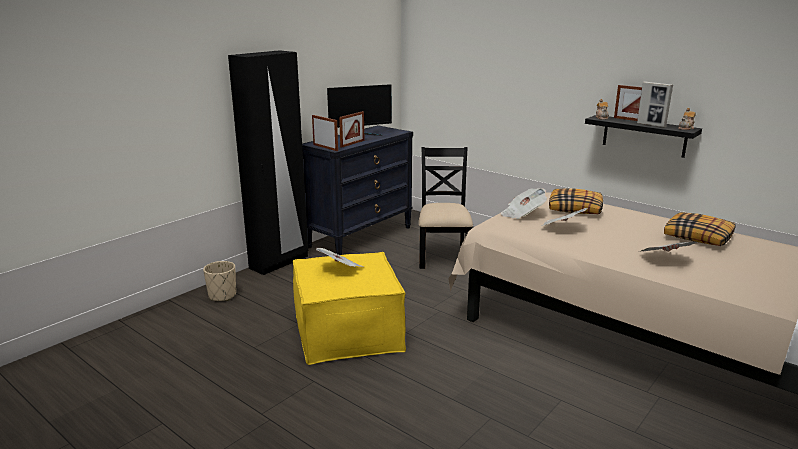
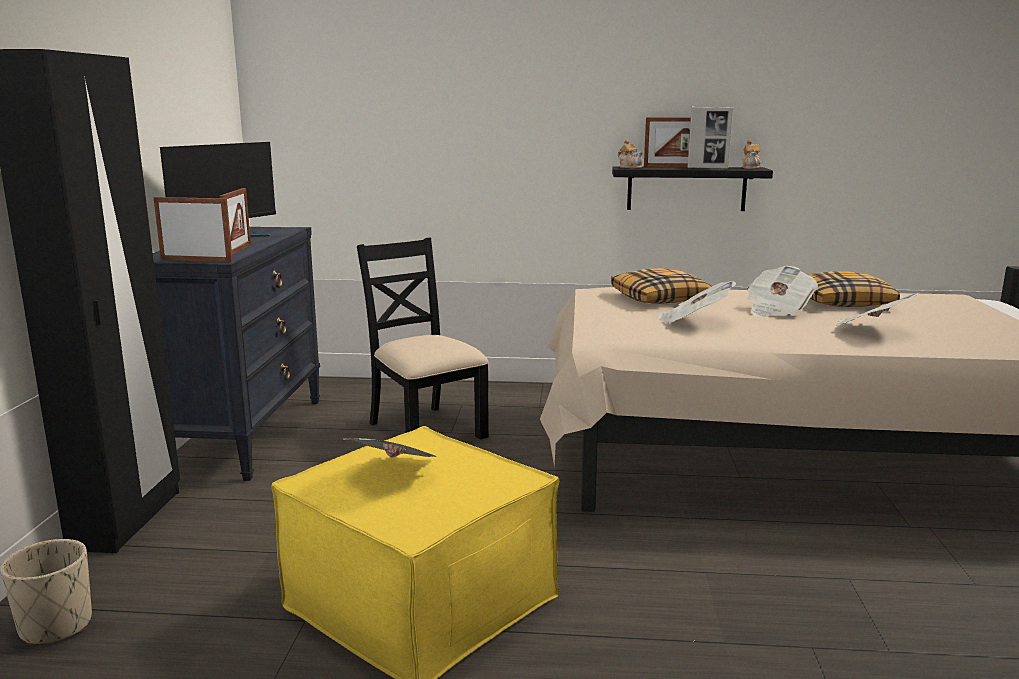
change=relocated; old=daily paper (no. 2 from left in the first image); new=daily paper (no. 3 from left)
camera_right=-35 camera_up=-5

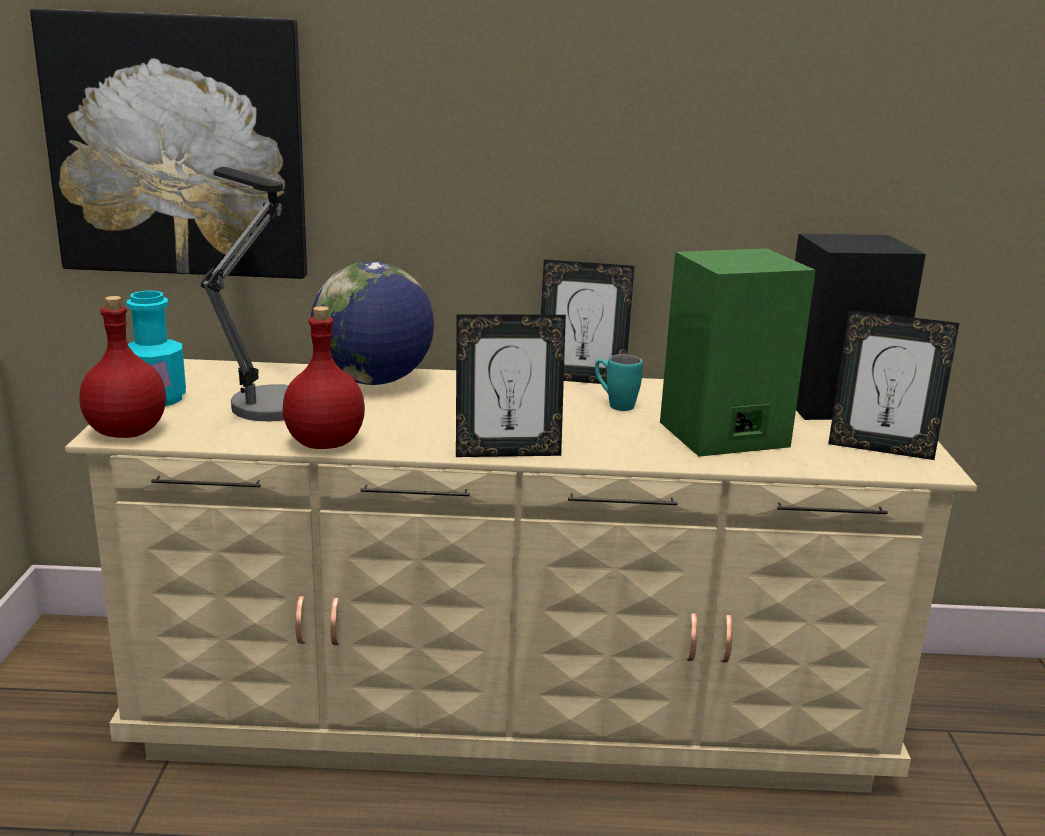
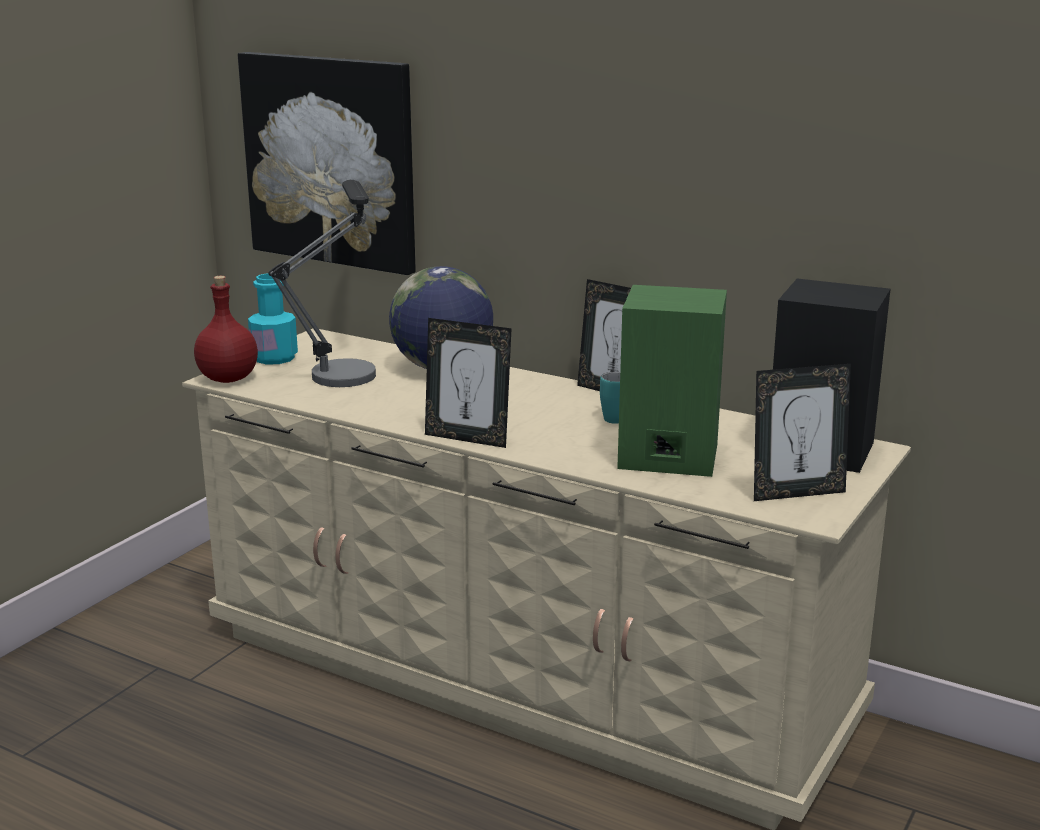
change=spun; old=standing frame (no. 3 from left); degrees=-60
change=missing; old=red-coloured bottle (no. 2 from left)
camera_right=30 camera_up=0

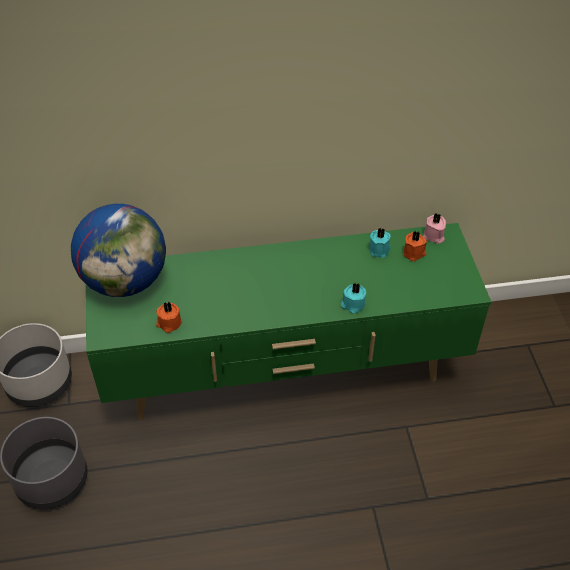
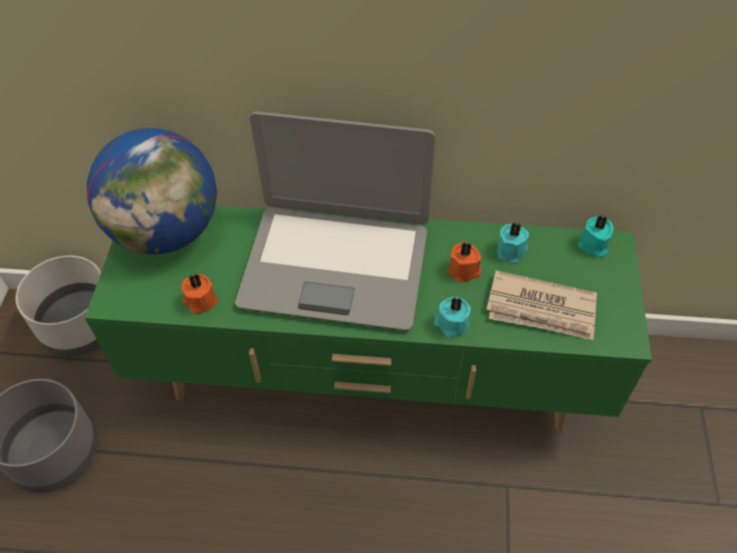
change=appeared; new=laptop
change=relocated; old=orange-coloured wax candle (no. 2 from left)
change=appeared; new=daily paper
change=colour; old=pink-coloured wax candle; new=turquoise-coloured wax candle (no. 3 from left)
camera_right=15 camera_up=5

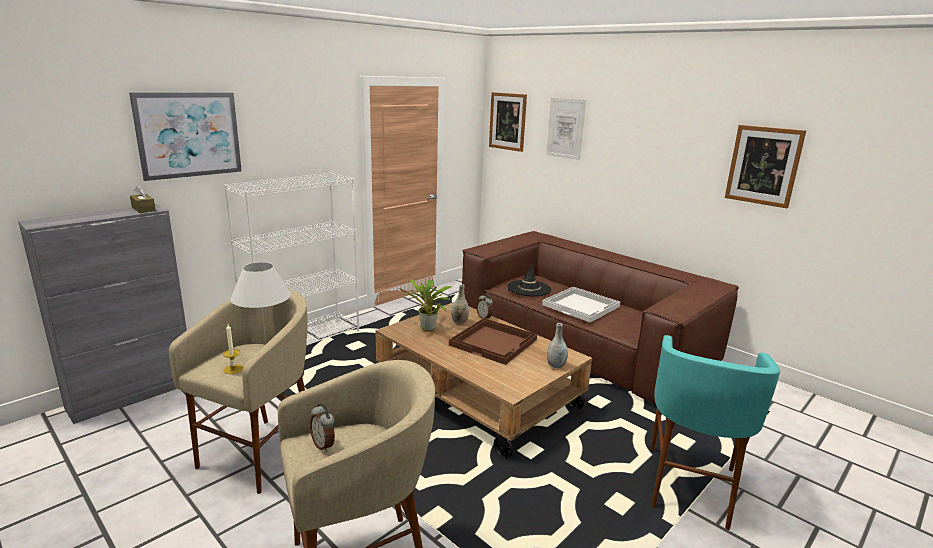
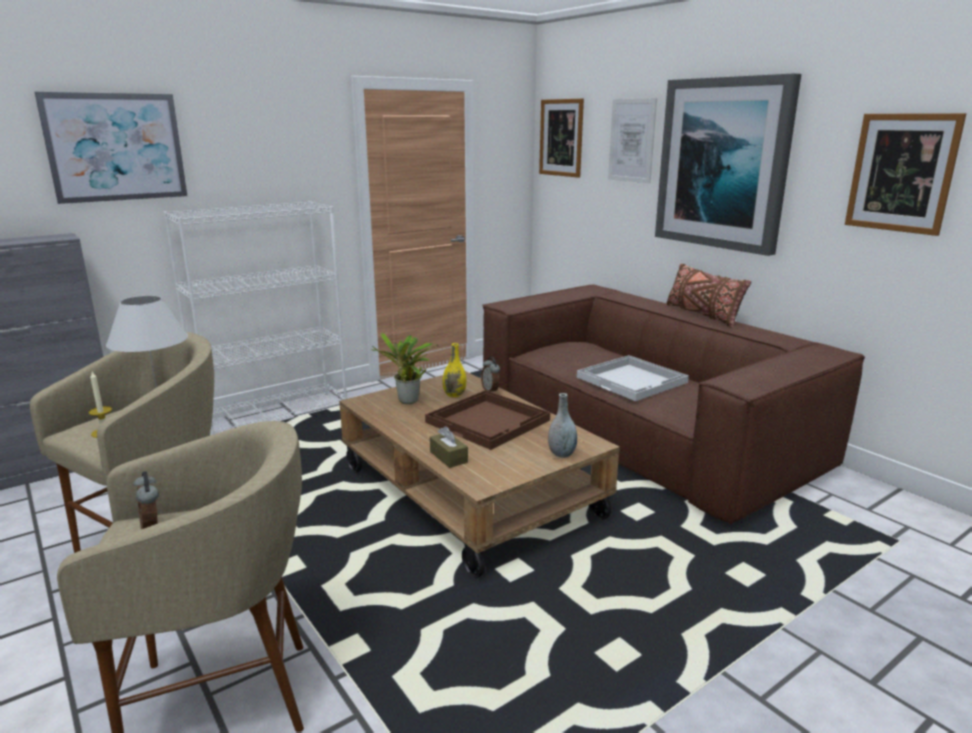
change=relocated; old=brownish box of tissues
change=colour; old=greyish flower vase (no. 1 from left); new=yellowish flower vase
change=appeared; new=wall picture (no. 4 from left)
change=appeared; new=brownish throw pillow
change=missing; old=black hat
change=missing; old=turquoise-coloured stool
camera_right=10 camera_up=0

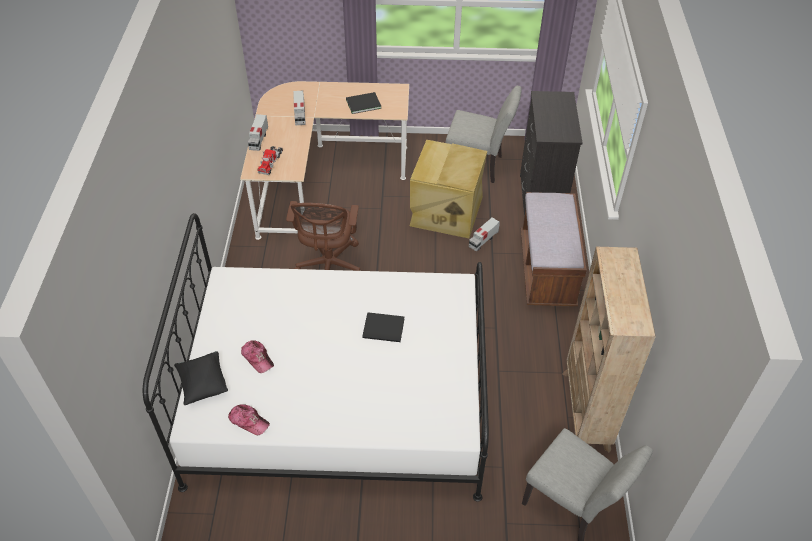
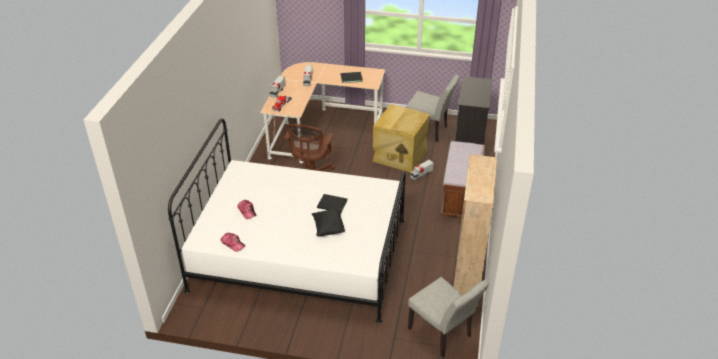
change=relocated; old=black throw pillow
camera_right=10 camera_up=-10

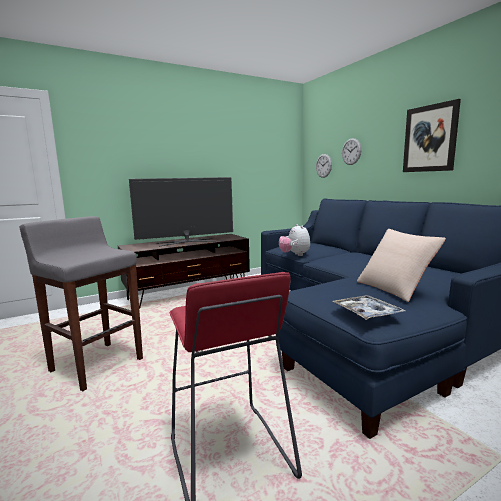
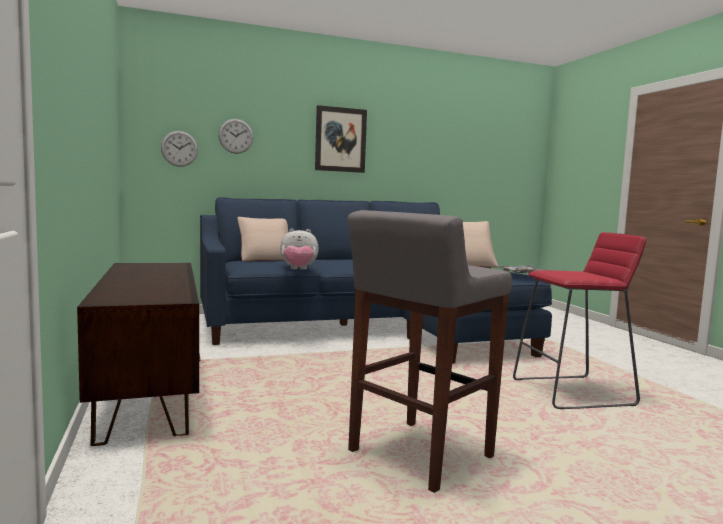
change=appeared; new=sand-coloured throw pillow (no. 1 from left)
change=missing; old=TV
camera_right=-80 camera_up=-5

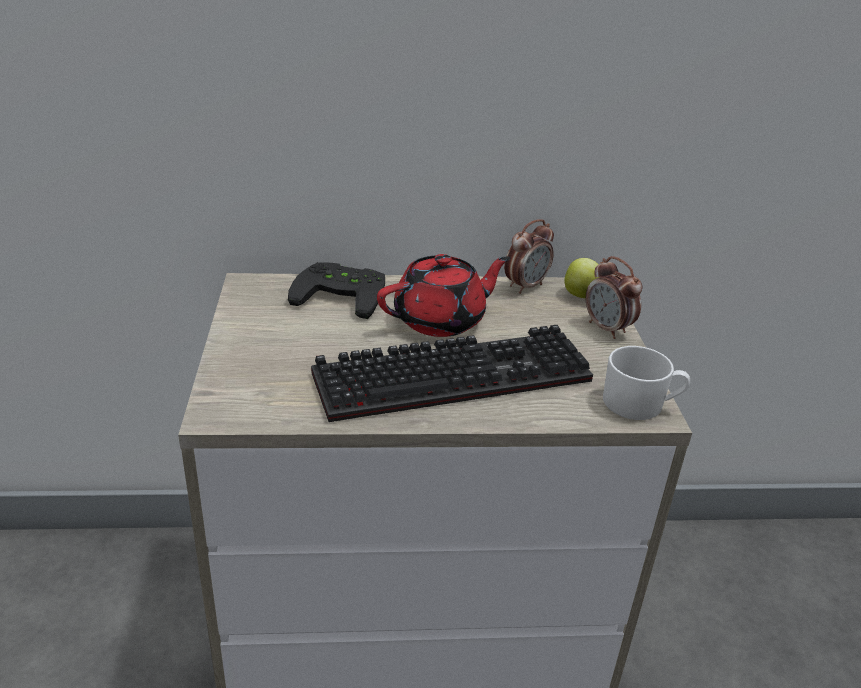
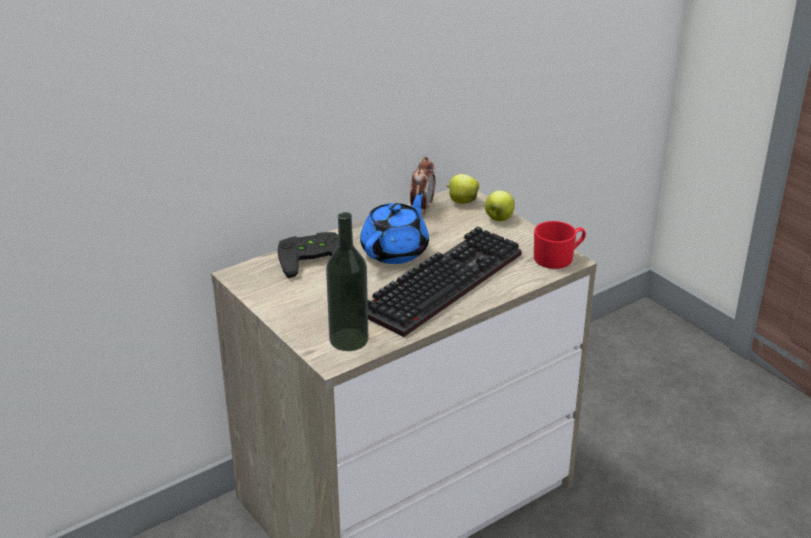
change=appeared; new=bottle
change=colour; old=red-coloured tea pot; new=blue-coloured tea pot
change=exchanged; old=alarm clock (no. 2 from left); new=apple fruit (no. 2 from left)
change=colour; old=whitish mug; new=red-coloured mug
camera_right=-30 camera_up=0

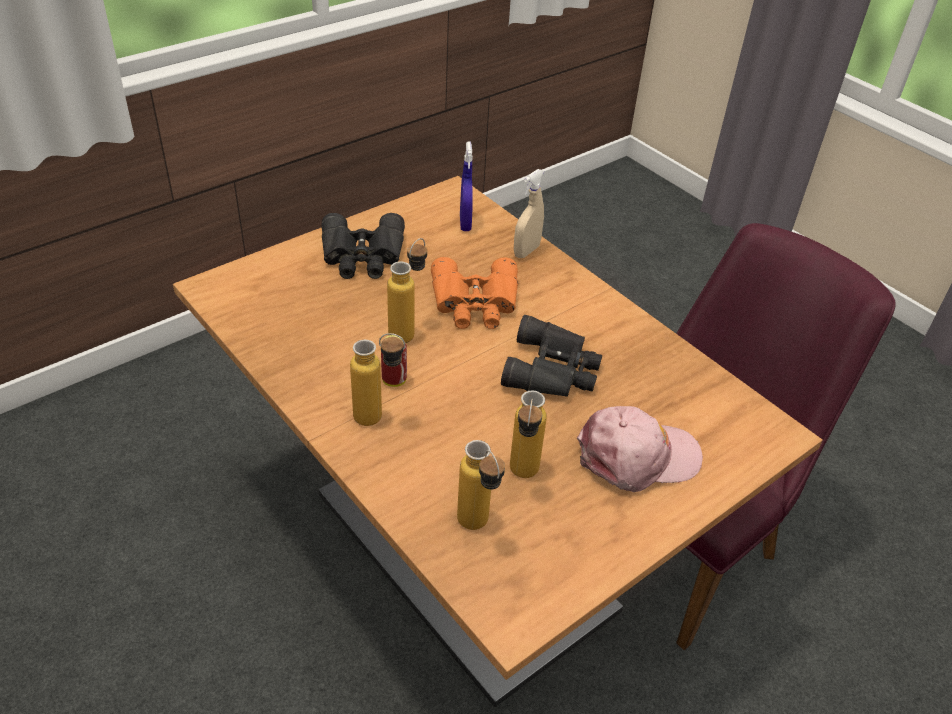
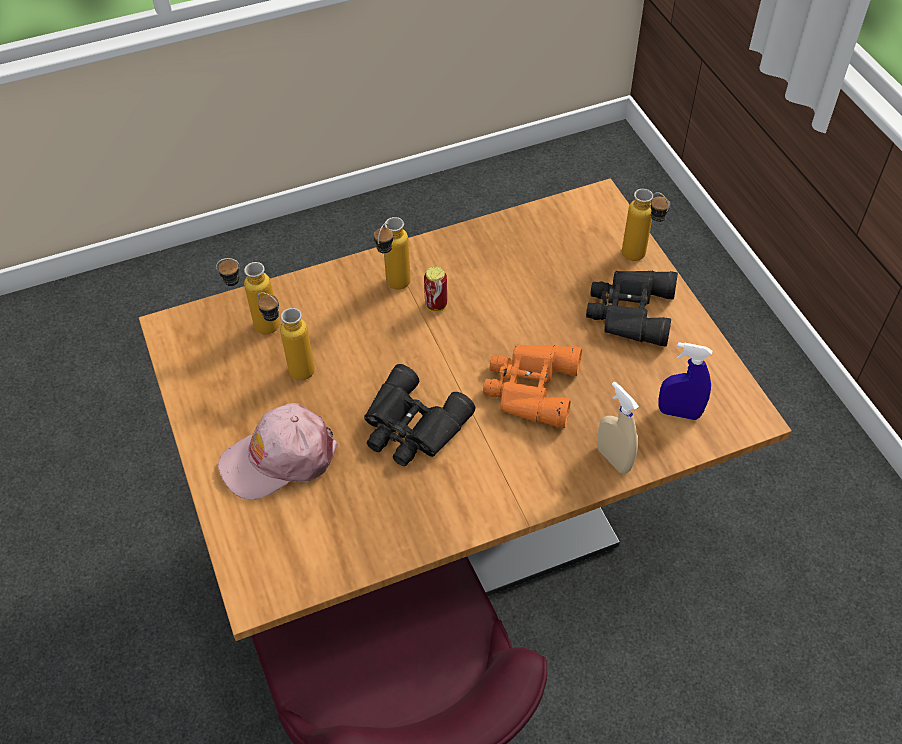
change=spun; old=pink-coloured baseball cap; degrees=60
change=relocated; old=bottle (no. 2 from left in the first image); new=bottle (no. 4 from left)
camera_right=110 camera_up=10

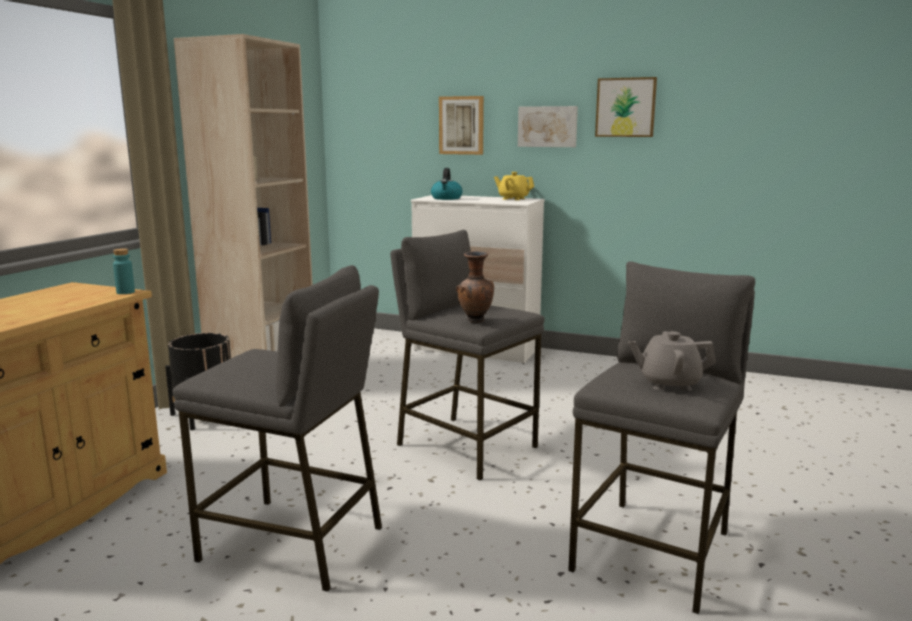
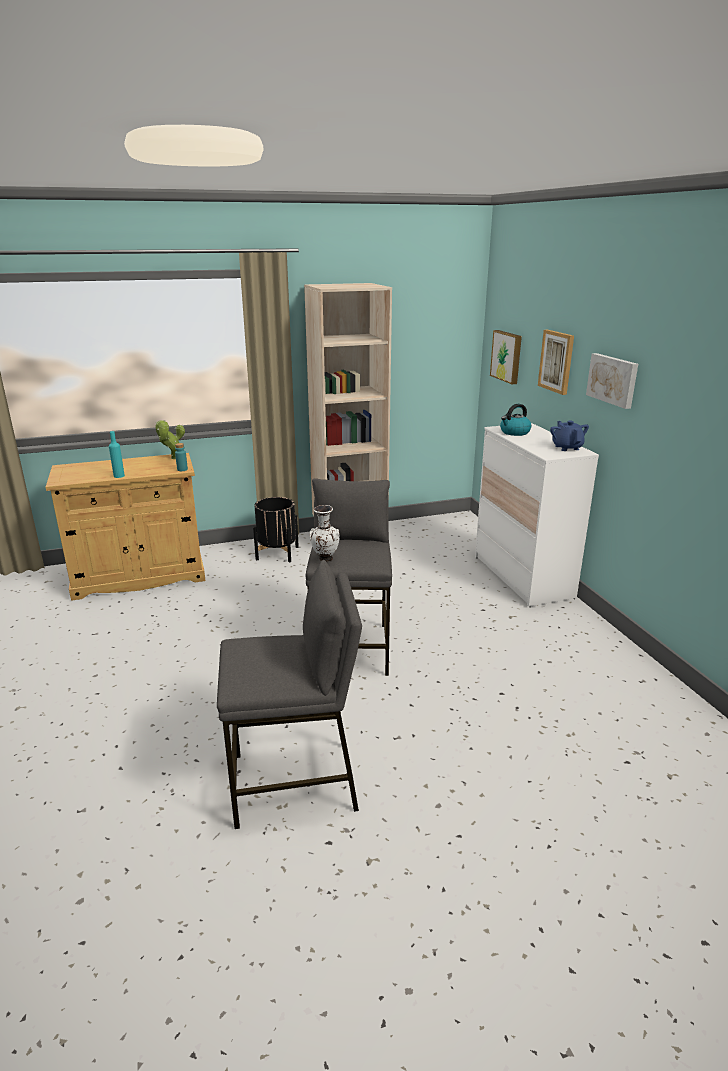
change=appeared; new=turquoise-coloured bottle (no. 1 from left)
change=appeared; new=plant in a pot
change=colour; old=brownish flower vase; new=whitish flower vase
change=relocated; old=wall picture (no. 3 from left in the first image); new=wall picture (no. 1 from left)
change=colour; old=yellowish tea pot; new=blue-coloured tea pot
change=missing; old=greyish stool (no. 1 from left)
change=missing; old=greyish tea pot
camera_right=50 camera_up=10

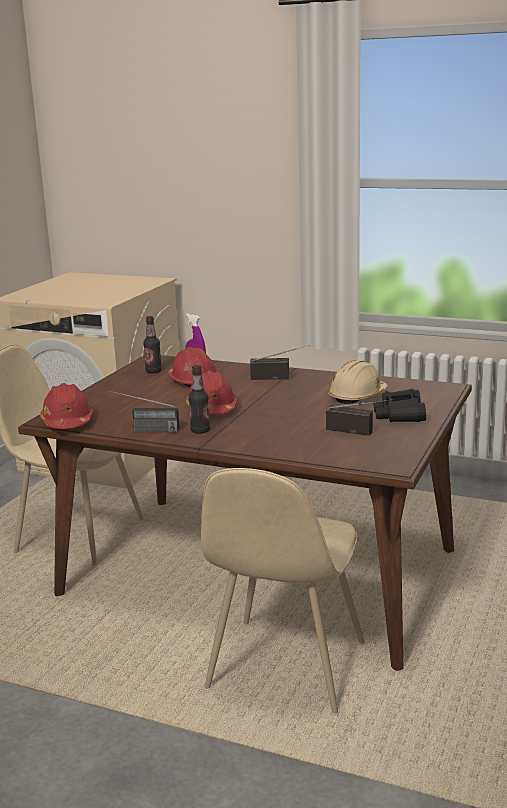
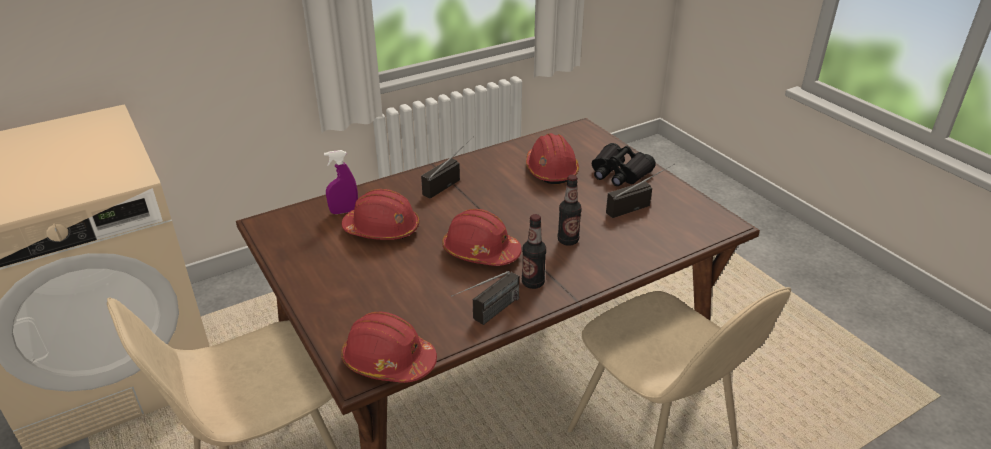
change=colour; old=sand-coloured safety helmet; new=red-coloured safety helmet (no. 4 from left)
change=relocated; old=bottle (no. 1 from left in the first image); new=bottle (no. 2 from left)
camera_right=-55 camera_up=15

